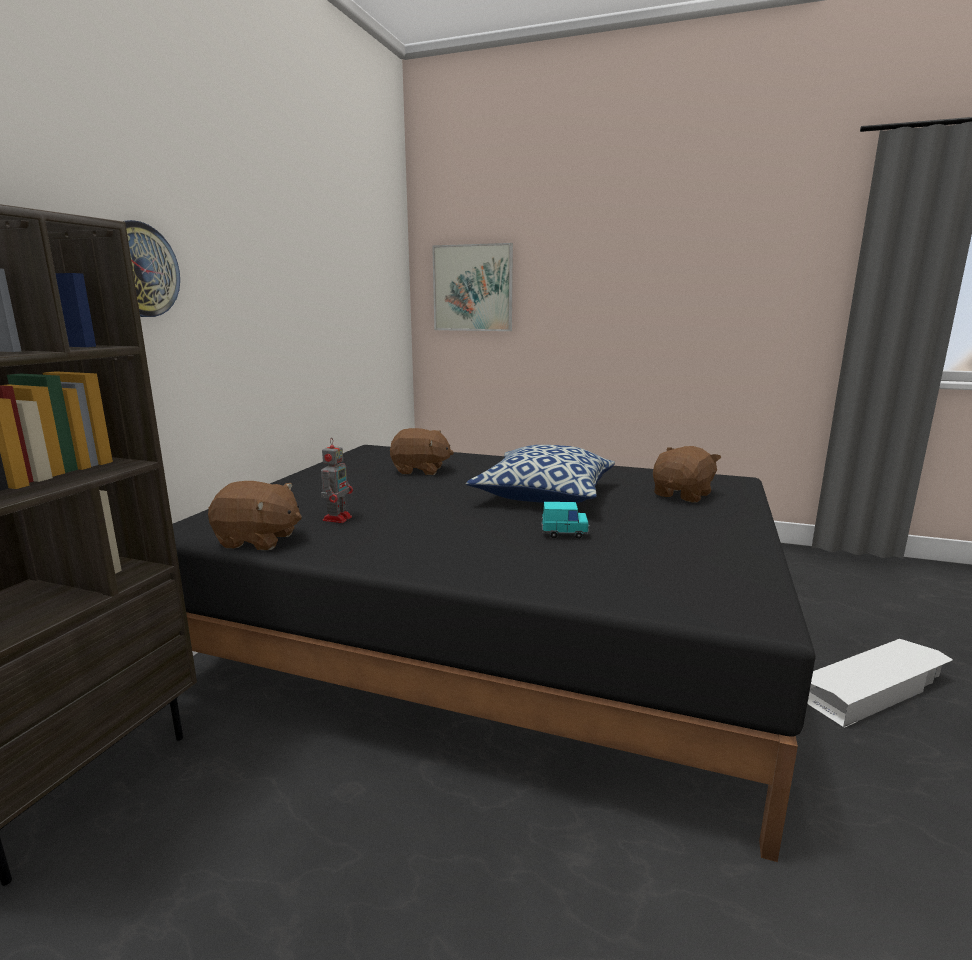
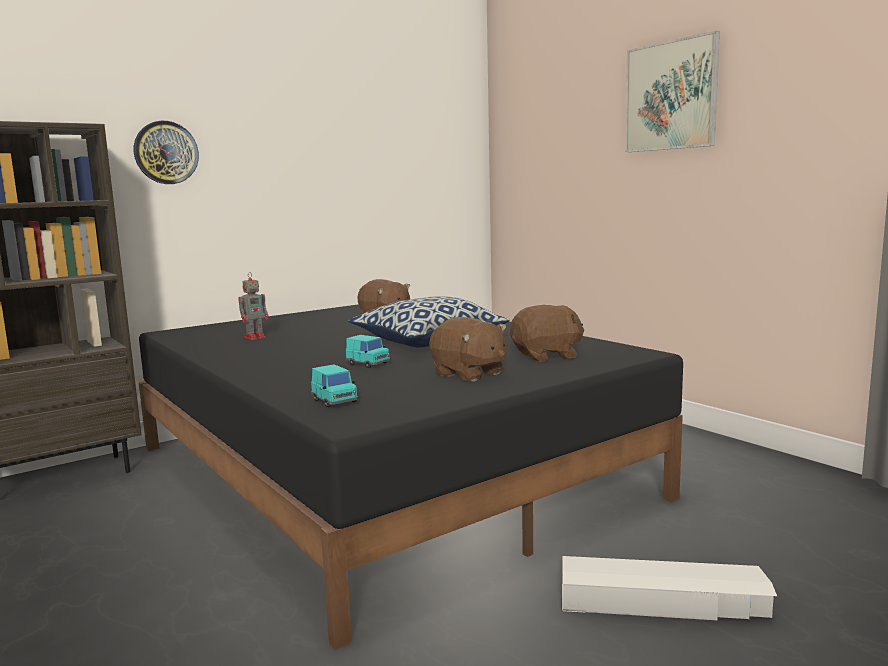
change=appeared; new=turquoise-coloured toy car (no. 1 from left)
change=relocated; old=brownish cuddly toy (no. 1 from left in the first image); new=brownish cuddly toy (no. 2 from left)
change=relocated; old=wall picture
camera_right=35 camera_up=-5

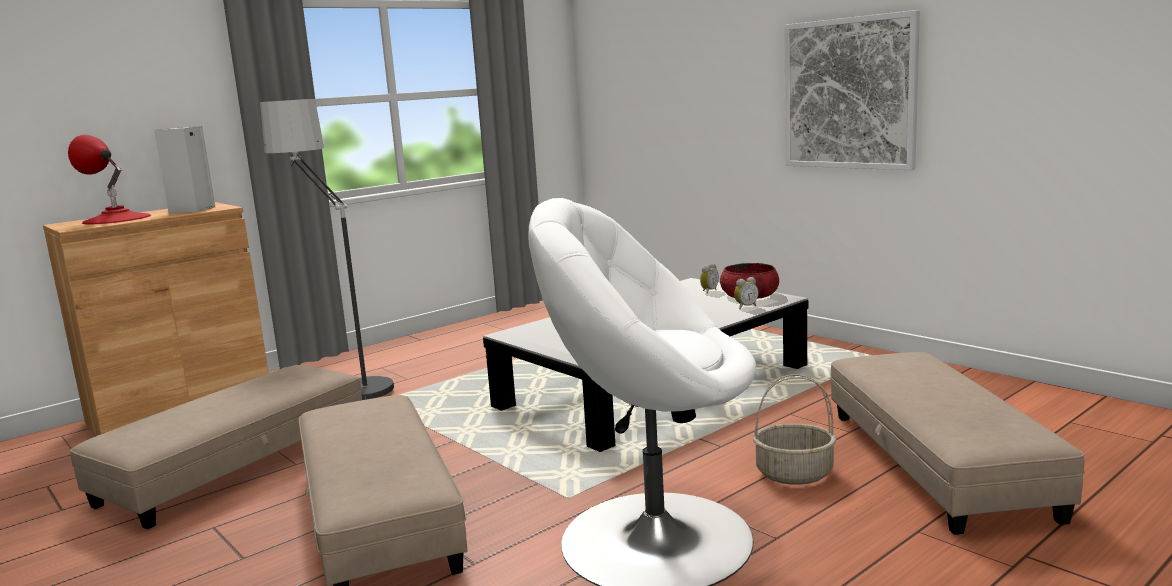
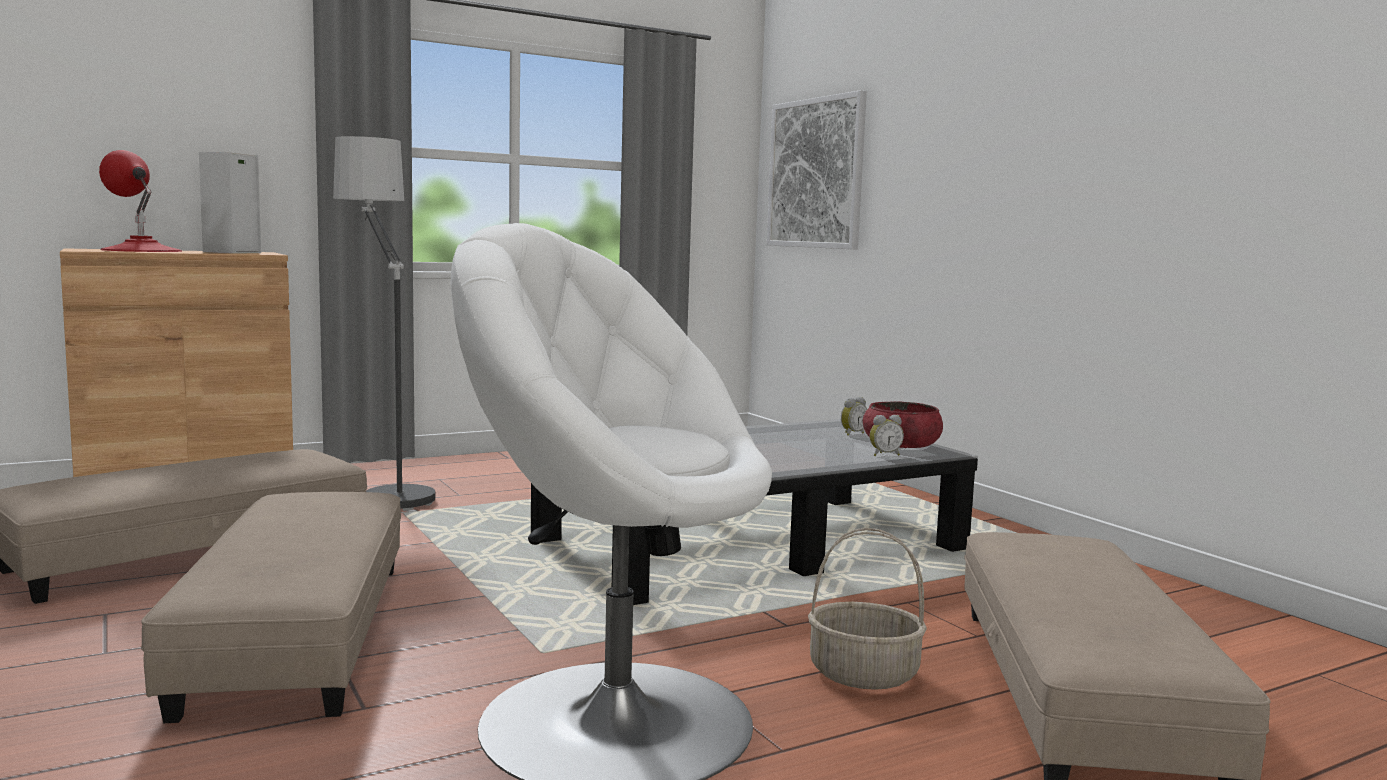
change=relocated; old=wall picture
camera_right=10 camera_up=-5

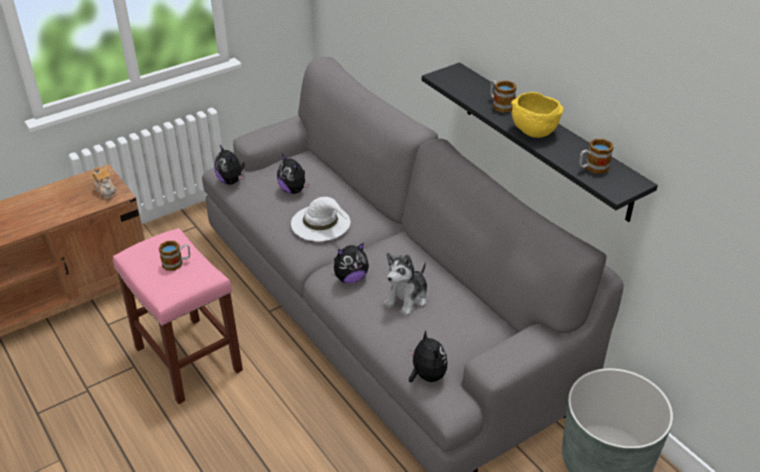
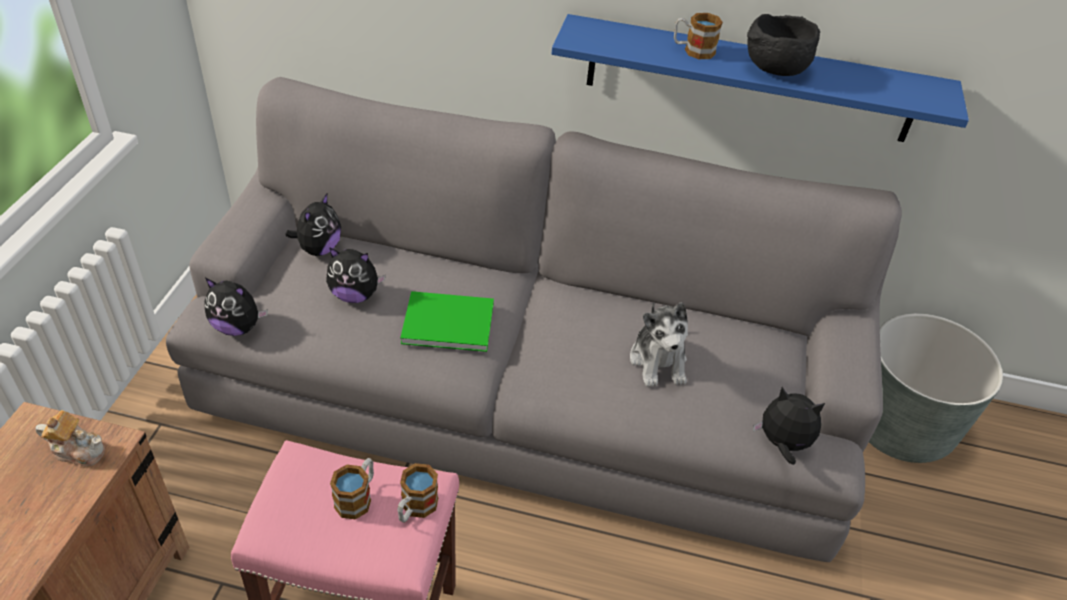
change=relocated; old=cuddly toy (no. 3 from left in the first image); new=cuddly toy (no. 2 from left)
change=relocated; old=mug (no. 3 from left in the first image); new=mug (no. 2 from left)
change=exchanged; old=whitish hat; new=green-coloured book
change=colour; old=black bracket shelf; new=blue-coloured bracket shelf
change=colour; old=yellowish bowl; new=black bowl
camera_right=-45 camera_up=5

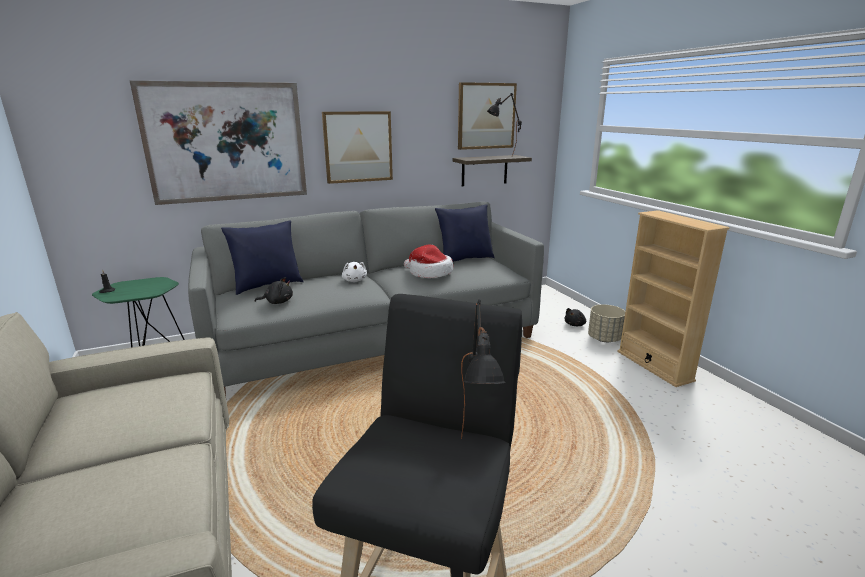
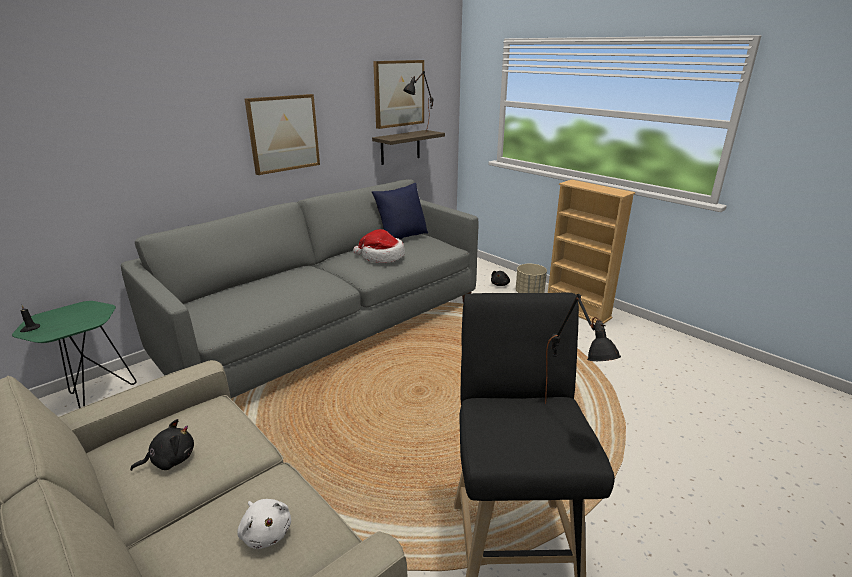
change=relocated; old=black cuddly toy (no. 1 from left)
change=relocated; old=whitish cuddly toy
change=missing; old=wall picture (no. 1 from left)
change=missing; old=blue-coloured throw pillow (no. 1 from left)
camera_right=-20 camera_up=5

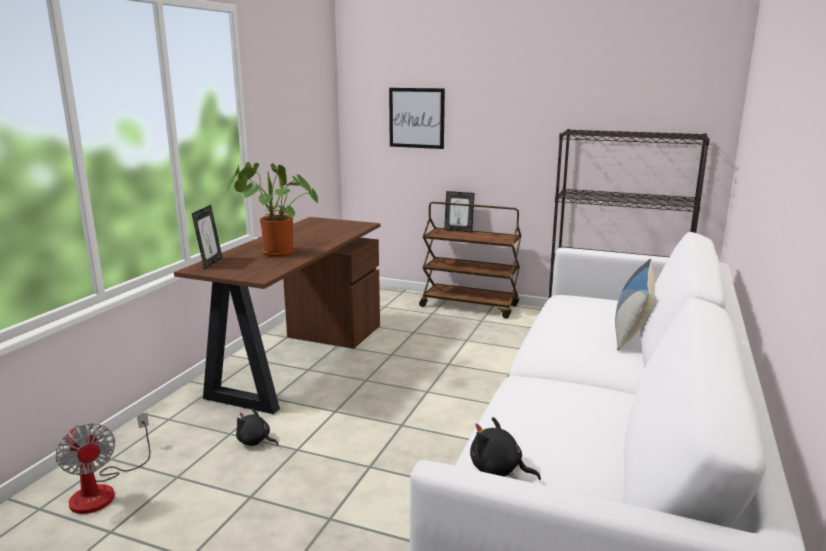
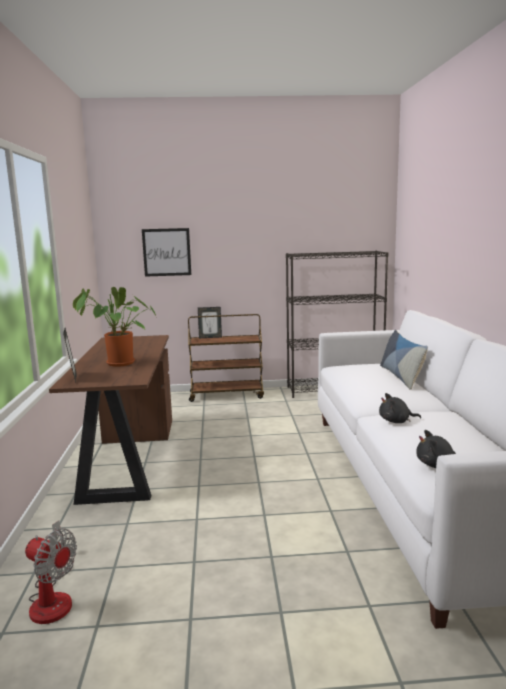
change=relocated; old=black cuddly toy (no. 1 from left)
camera_right=-25 camera_up=-5

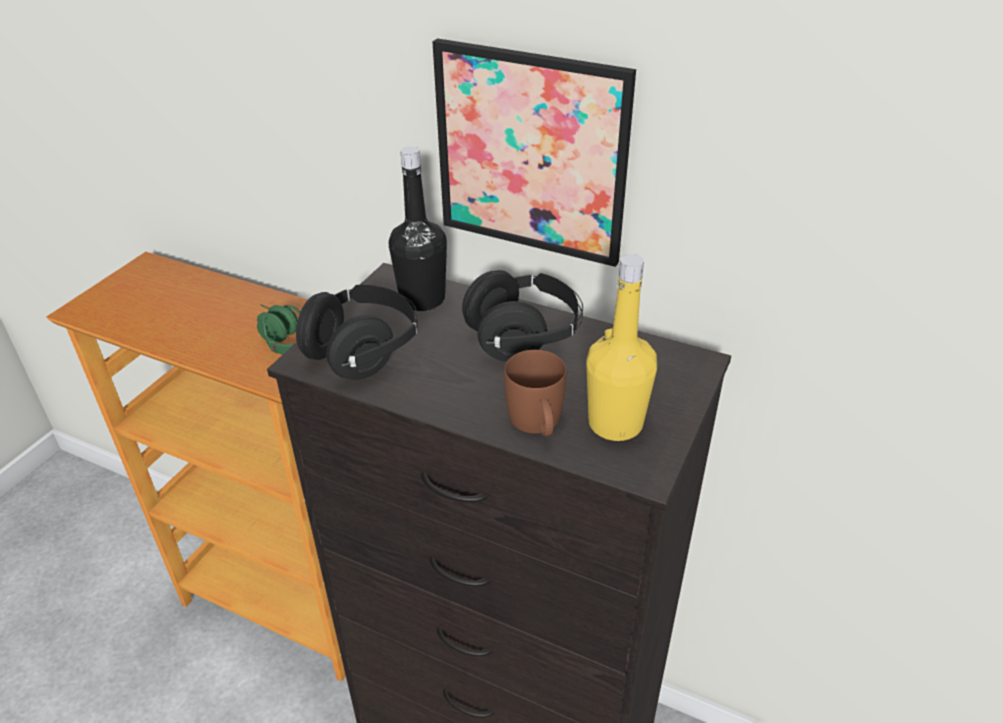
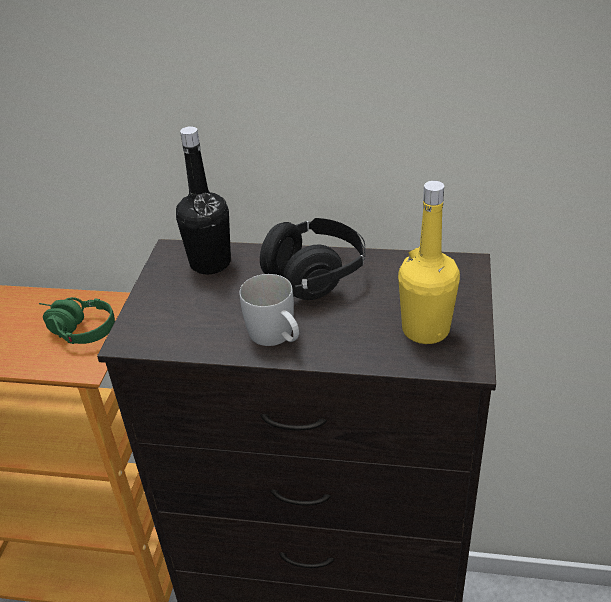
change=appeared; new=whitish mug
change=missing; old=black pair of headphones (no. 1 from left)
change=missing; old=wall picture
change=missing; old=brownish mug
camera_right=-15 camera_up=0

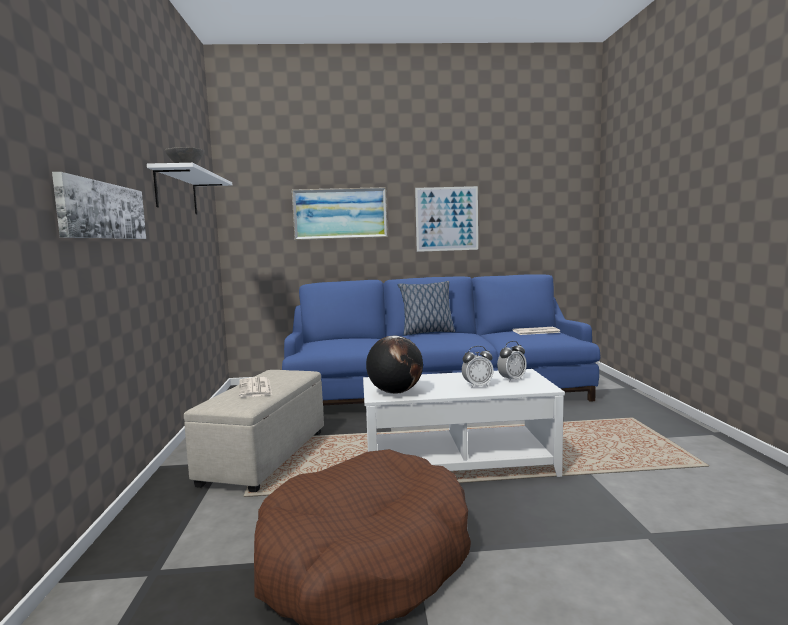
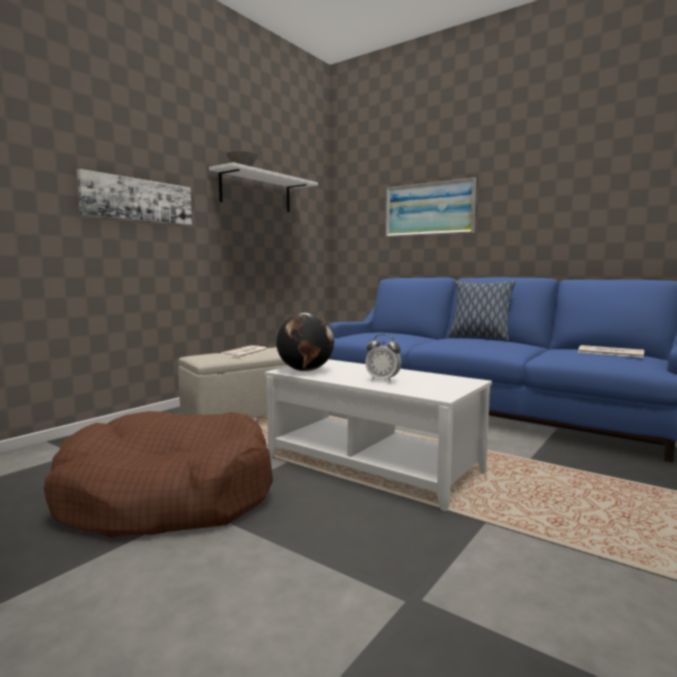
change=missing; old=wall picture (no. 3 from left)
change=missing; old=alarm clock (no. 2 from left)
camera_right=40 camera_up=0

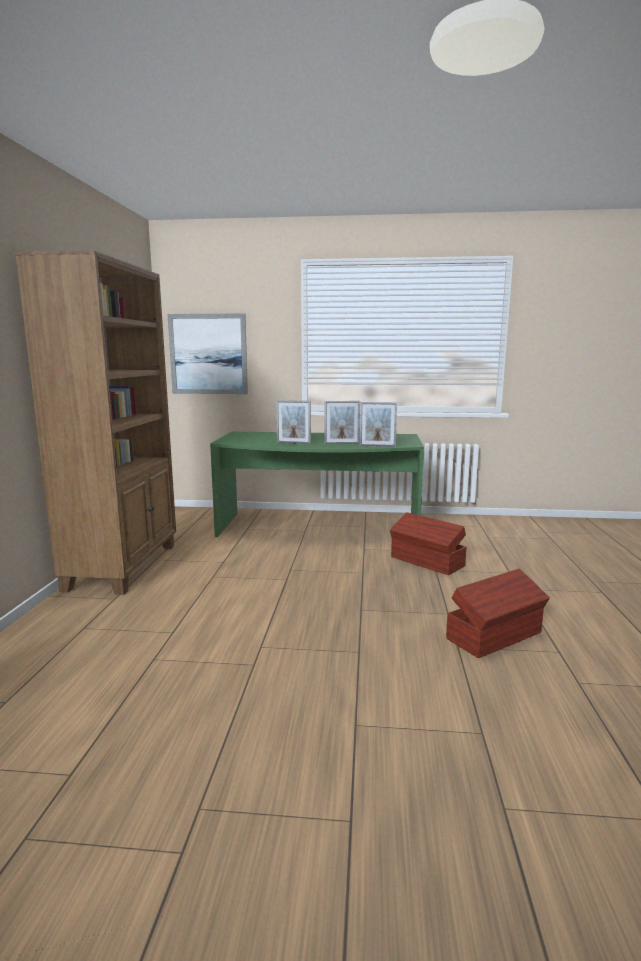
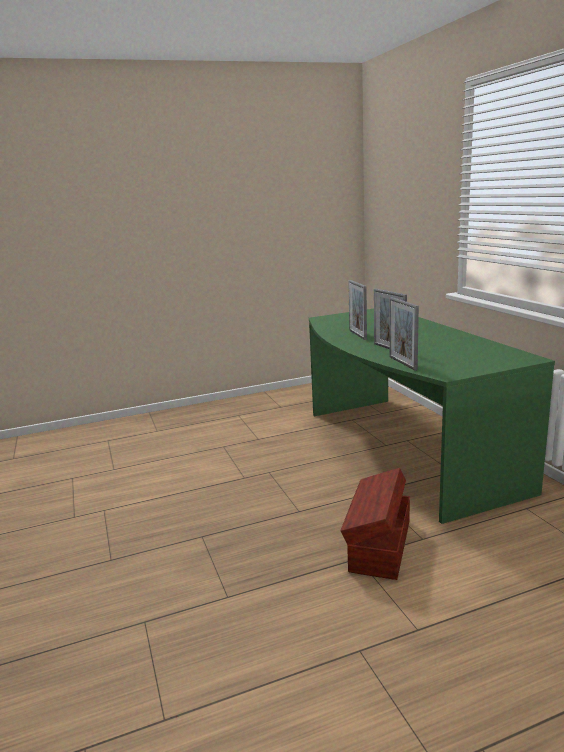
change=missing; old=brownish bookcase
change=missing; old=wall picture
change=missing; old=brownish storage bin (no. 2 from left)
camera_right=65 camera_up=5

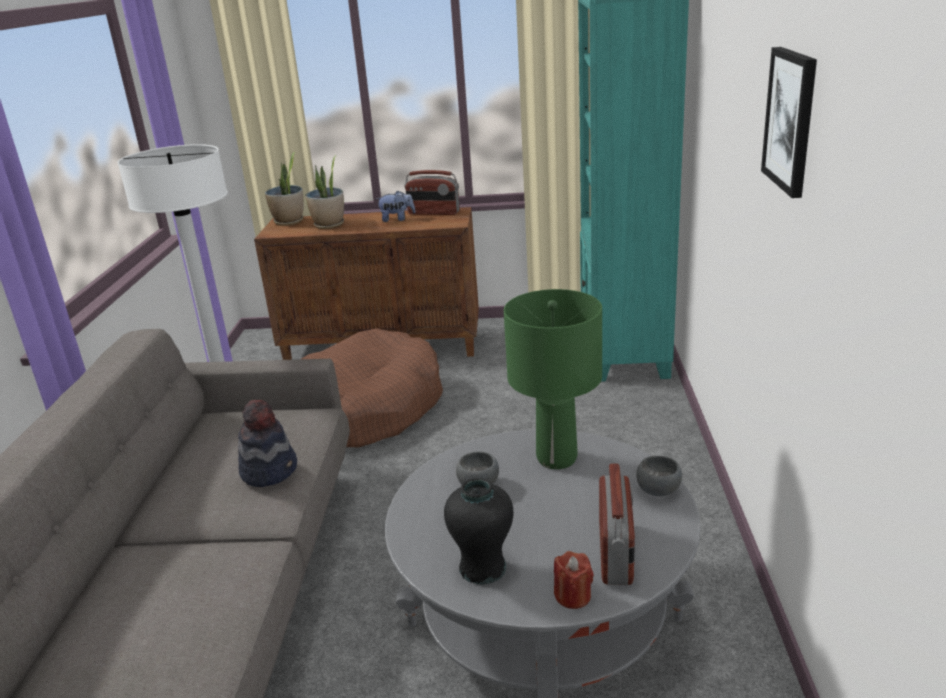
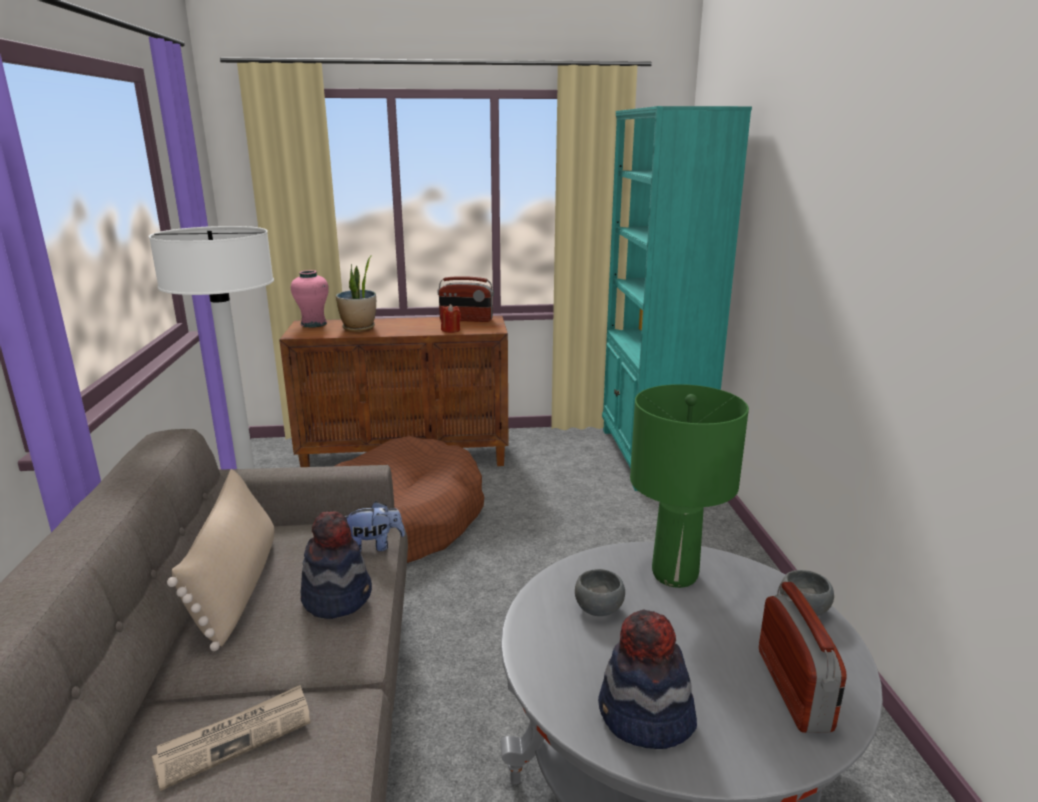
change=appeared; new=daily paper
change=appeared; new=sand-coloured throw pillow
change=exchanged; old=plant in a pot (no. 1 from left); new=pink-coloured flower vase
change=relocated; old=cuddly toy
change=relocated; old=red-coloured wax candle
change=exchanged; old=black flower vase; new=hat (no. 2 from left)
change=missing; old=wall picture
camera_right=-10 camera_up=-5

